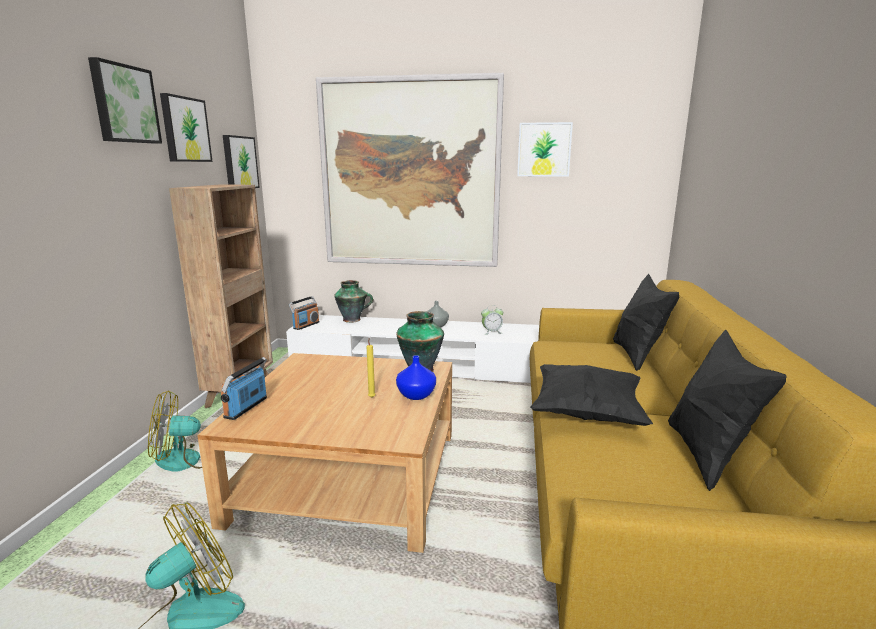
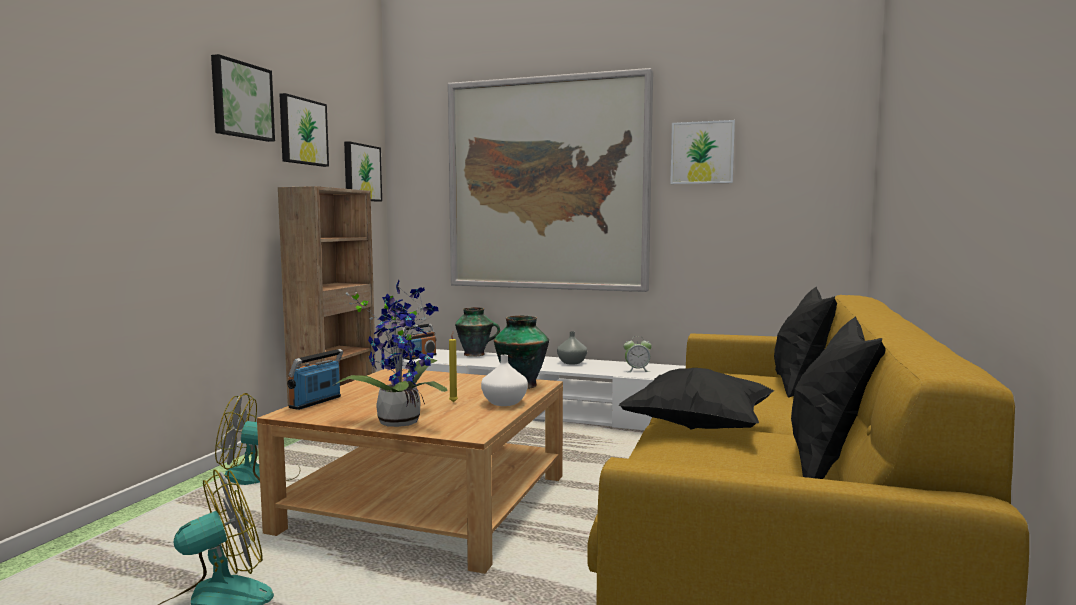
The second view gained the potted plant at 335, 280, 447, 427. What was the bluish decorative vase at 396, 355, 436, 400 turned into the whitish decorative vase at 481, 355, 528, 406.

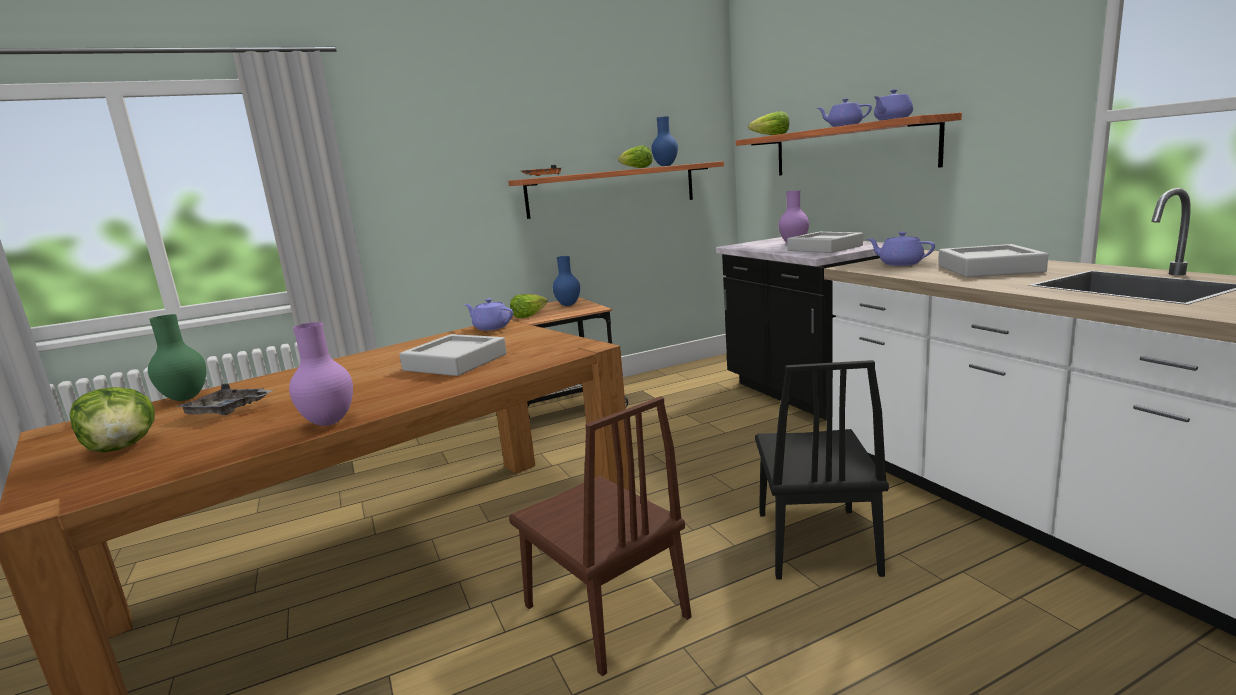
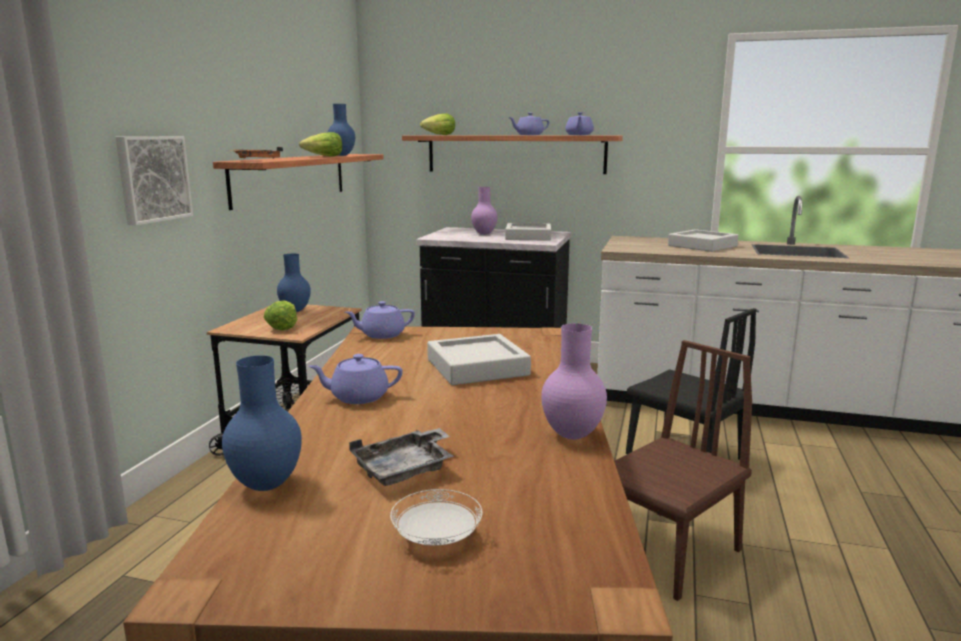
The second view gained the picture at 116, 136, 193, 225. The purple tea pot ended up elsewhere, having gone from 868, 232, 935, 266 to 308, 354, 403, 404. Where the lettuce stood at 69, 387, 155, 453, the whitish plate came to stand at 390, 489, 483, 546. What was the green-coloured decorative vase at 148, 314, 206, 401 turned into the bluish decorative vase at 222, 355, 302, 491. The brownish upright chair at 509, 396, 691, 677 ended up facing another way, 45 degrees counterclockwise from before.

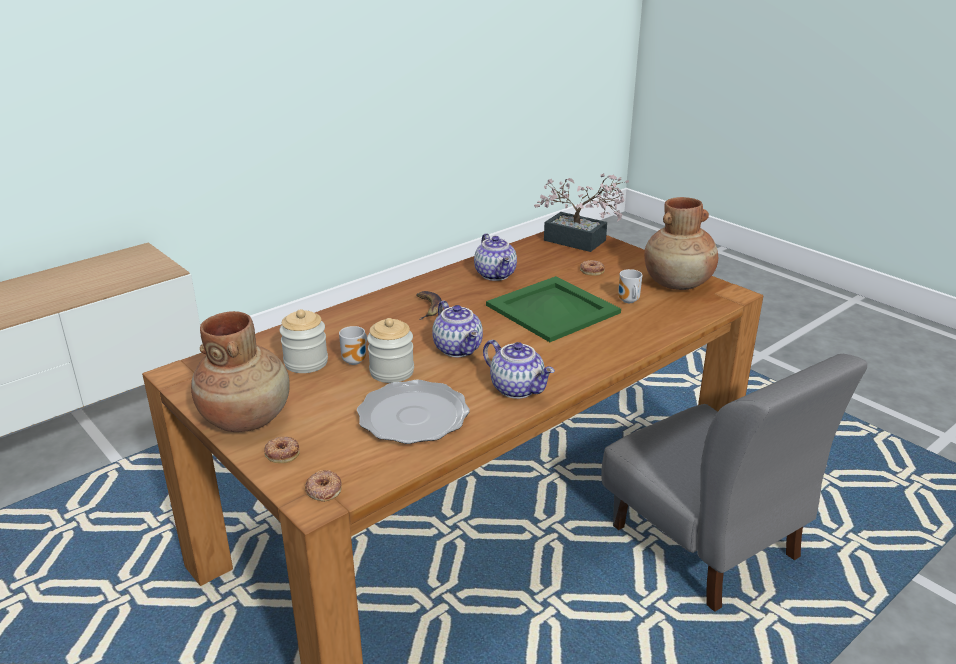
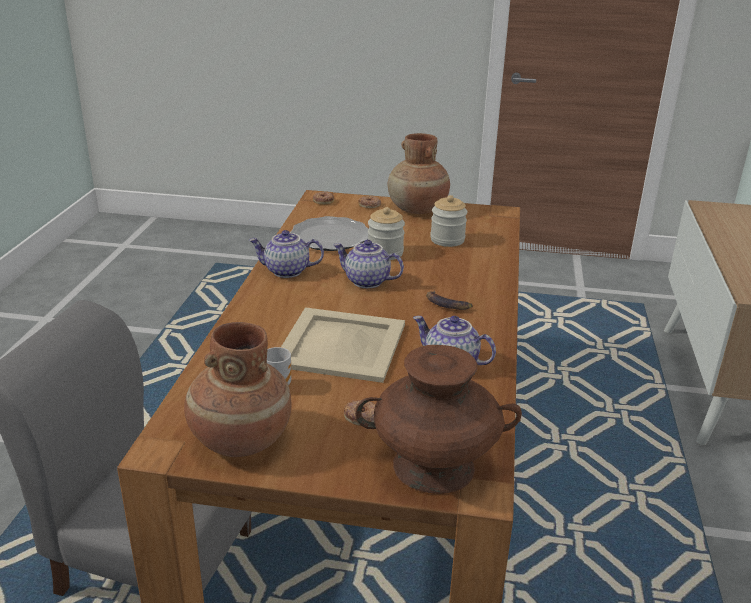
The second view lost the tea mug at 339, 326, 367, 365. Where the potted plant stood at 534, 173, 629, 252, the brownish decorative vase came to stand at 355, 345, 522, 494. What was the green-coloured carrying tray at 486, 276, 621, 342 turned into the beige carrying tray at 281, 307, 405, 383.

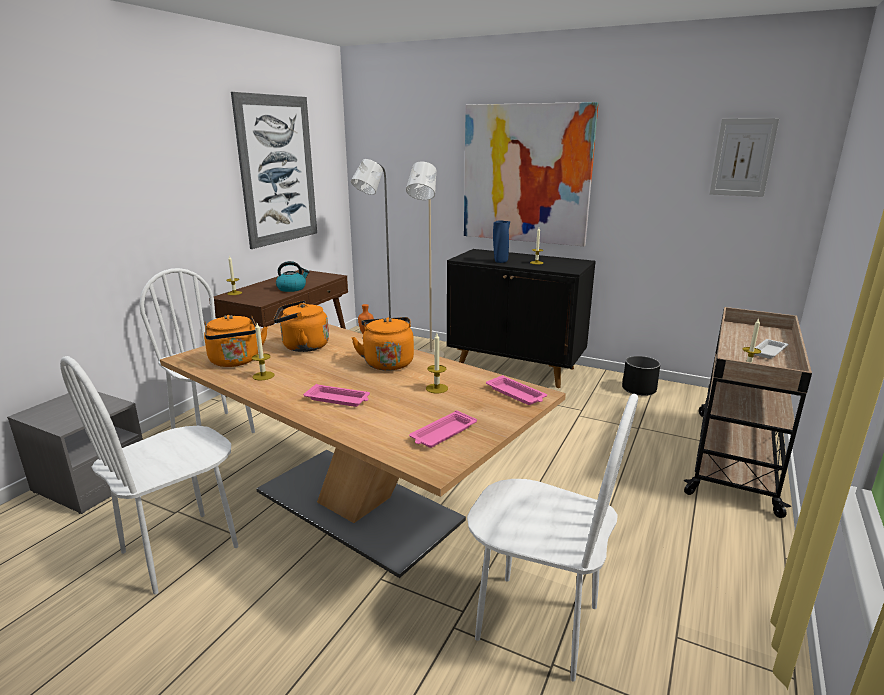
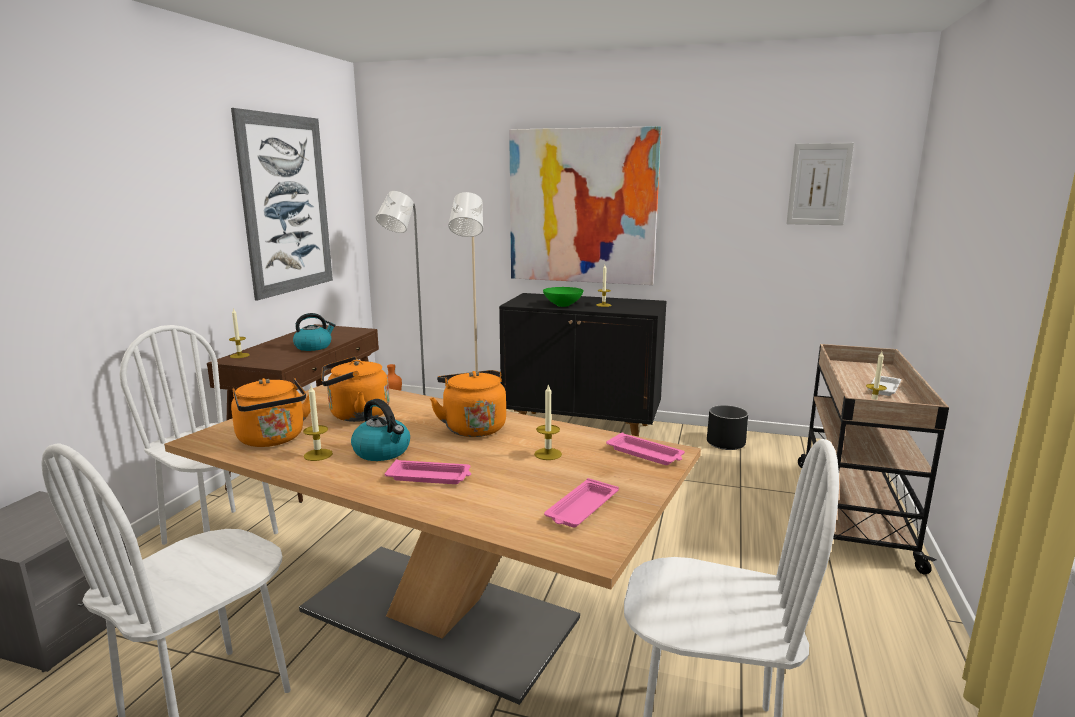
The second view gained the water kettle at 351, 399, 410, 461. Where the bluish decorative vase stood at 493, 220, 510, 263, the green-coloured bowl came to stand at 543, 287, 584, 307.

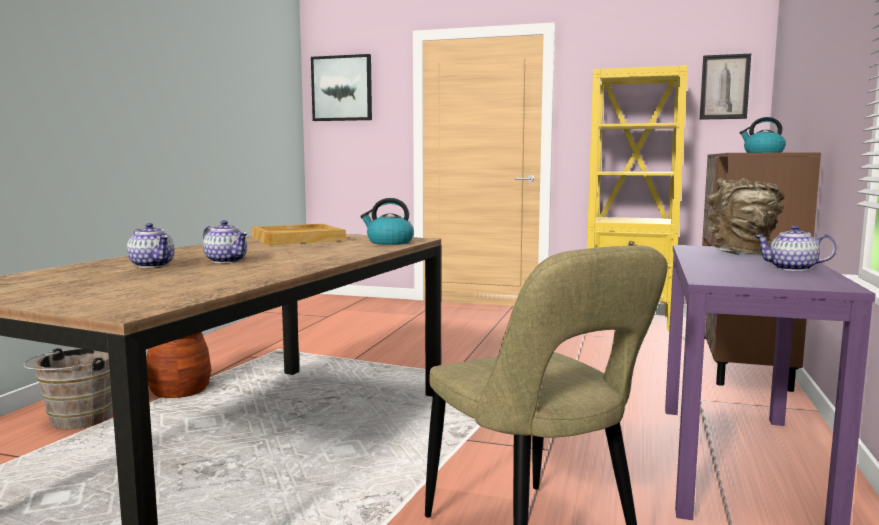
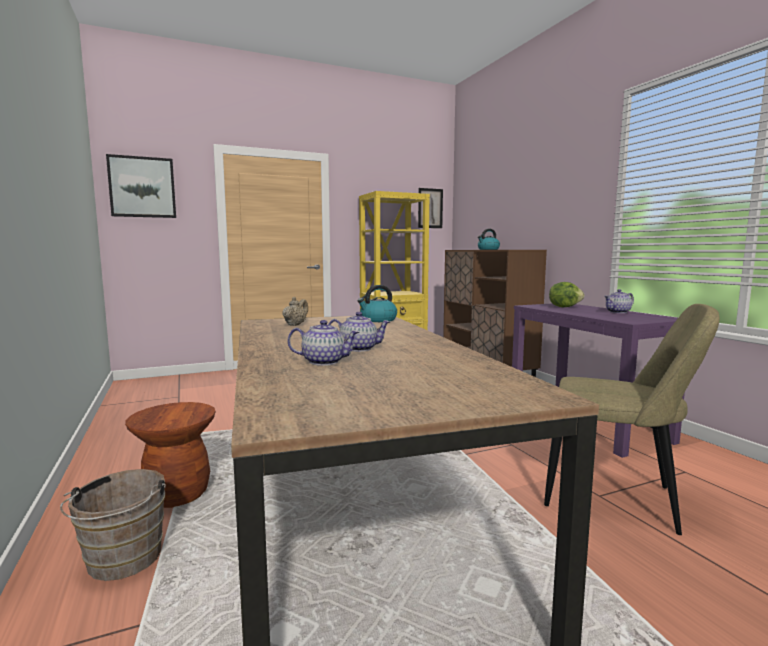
Where the beige carrying tray stood at 251, 224, 346, 245, the beige tea pot came to stand at 282, 297, 308, 326. Where the brownish decorative vase stood at 706, 178, 784, 256, the lettuce came to stand at 549, 282, 585, 307.

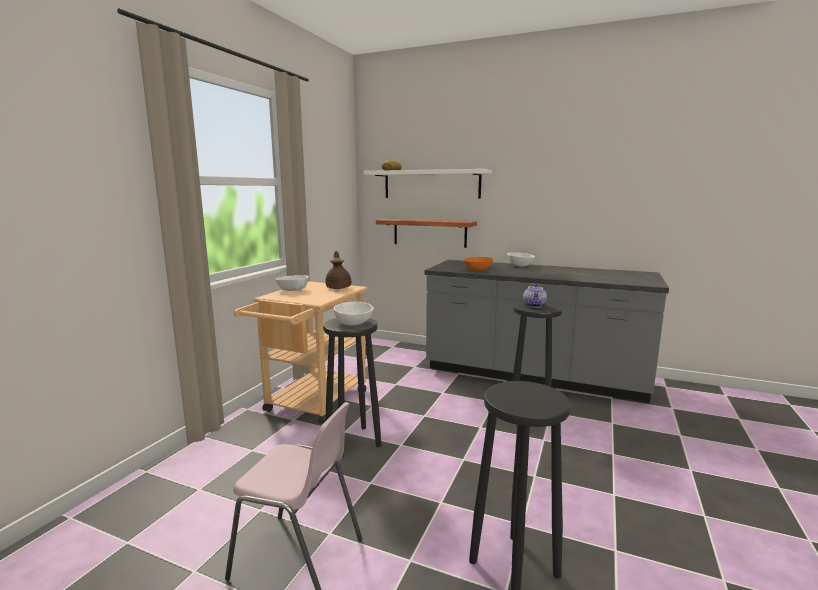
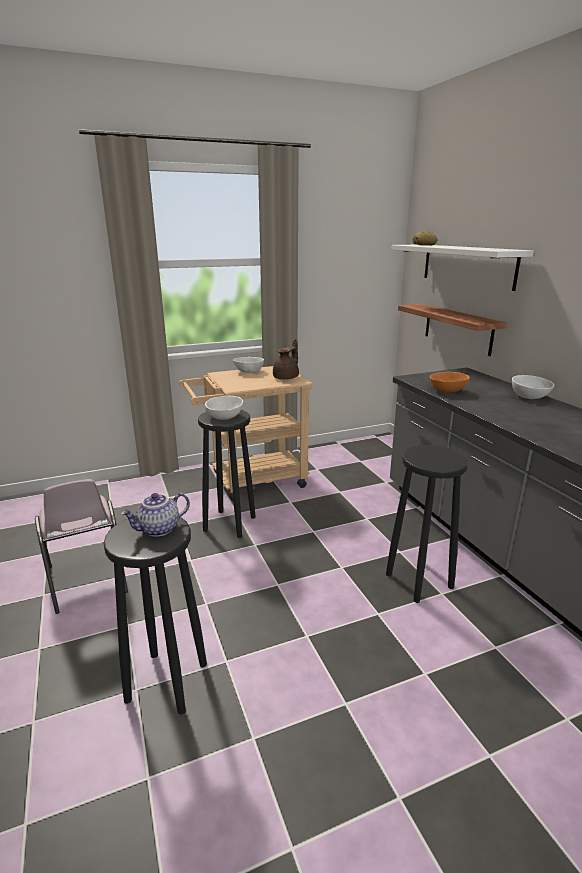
The tea pot ended up elsewhere, having gone from 523, 283, 547, 308 to 121, 493, 190, 537.

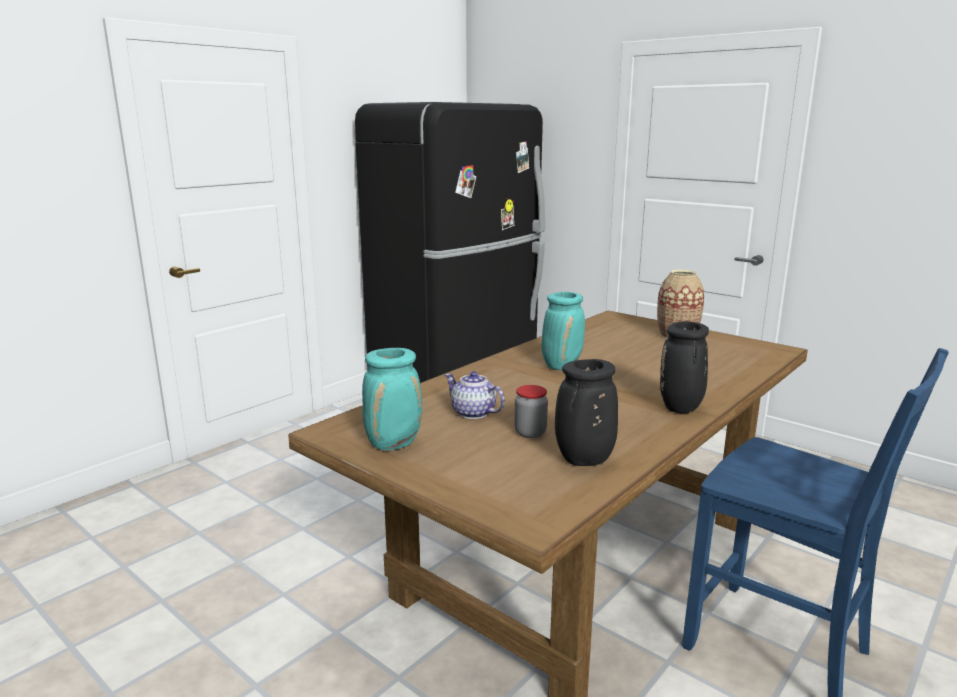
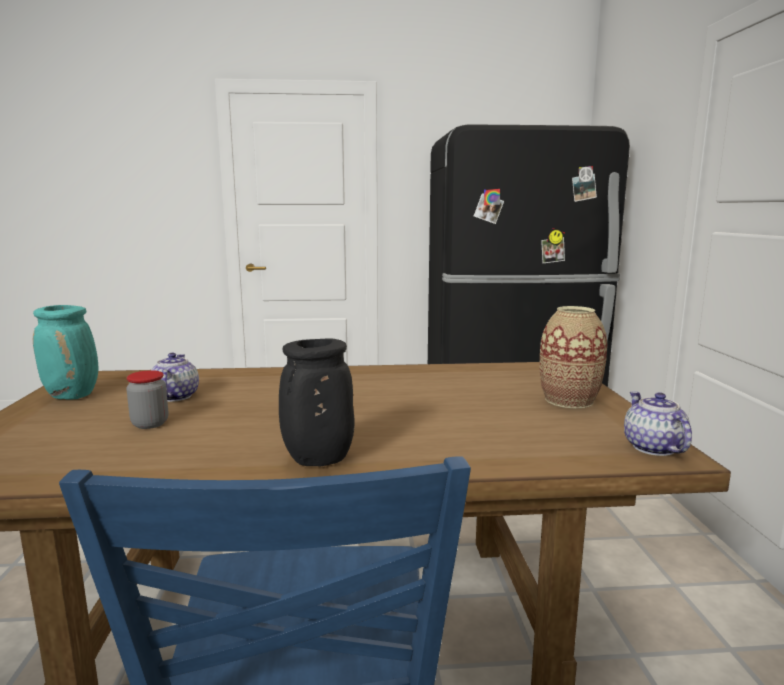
The second view lost the turquoise-coloured decorative vase at 542, 292, 585, 370. The second view lost the black-coloured decorative vase at 555, 359, 618, 466. The second view gained the tea pot at 624, 392, 692, 456.

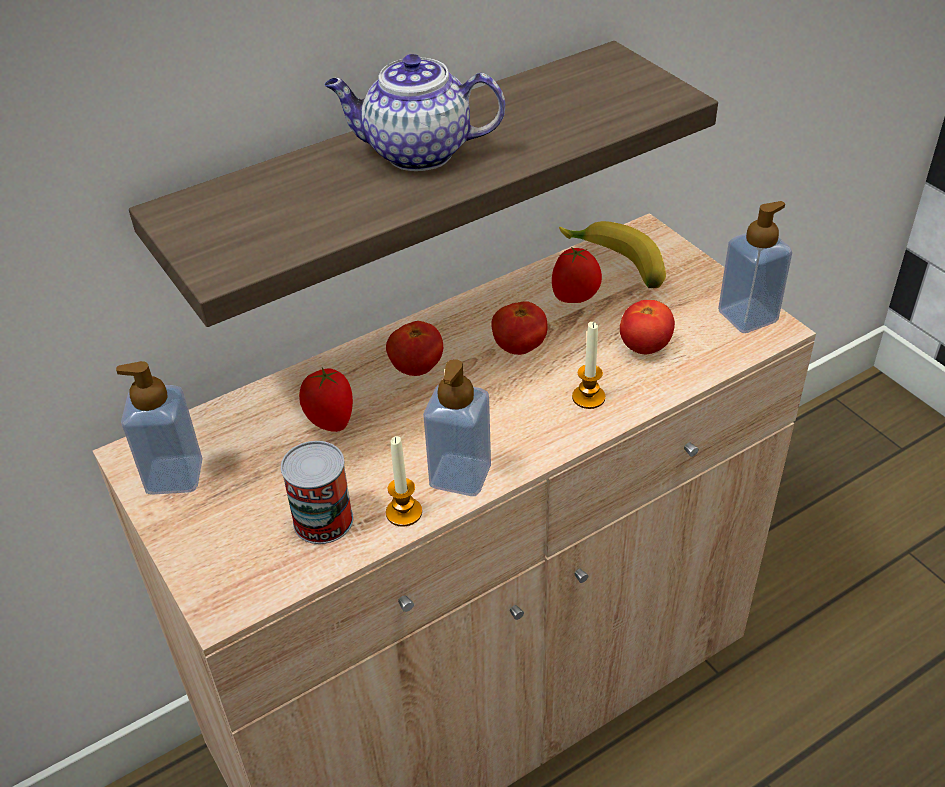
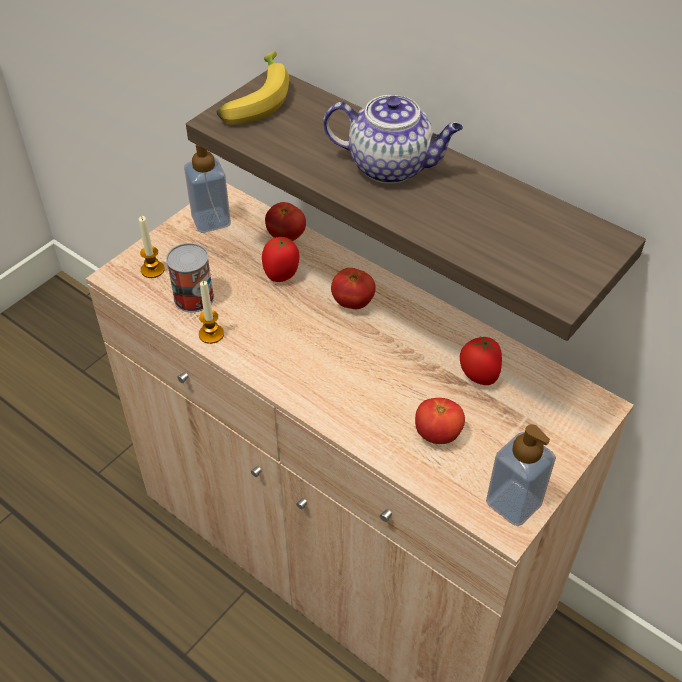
The second view lost the liquid soap bottle at 423, 359, 491, 496. The tomato ended up elsewhere, having gone from 491, 301, 548, 355 to 265, 202, 306, 241. The banana ended up elsewhere, having gone from 559, 221, 666, 288 to 216, 51, 289, 125. The wax light ended up elsewhere, having gone from 572, 322, 605, 409 to 139, 216, 165, 278. The tea pot at 324, 54, 505, 171 ended up facing another way, 120 degrees clockwise from before.

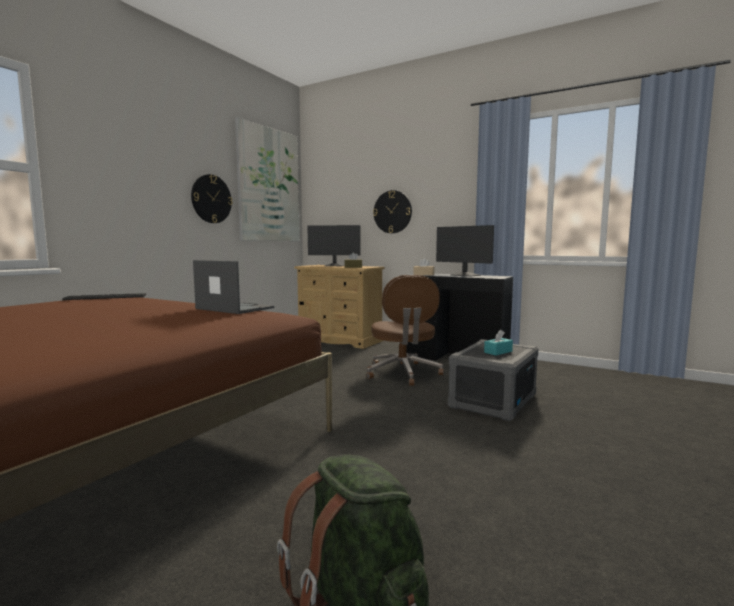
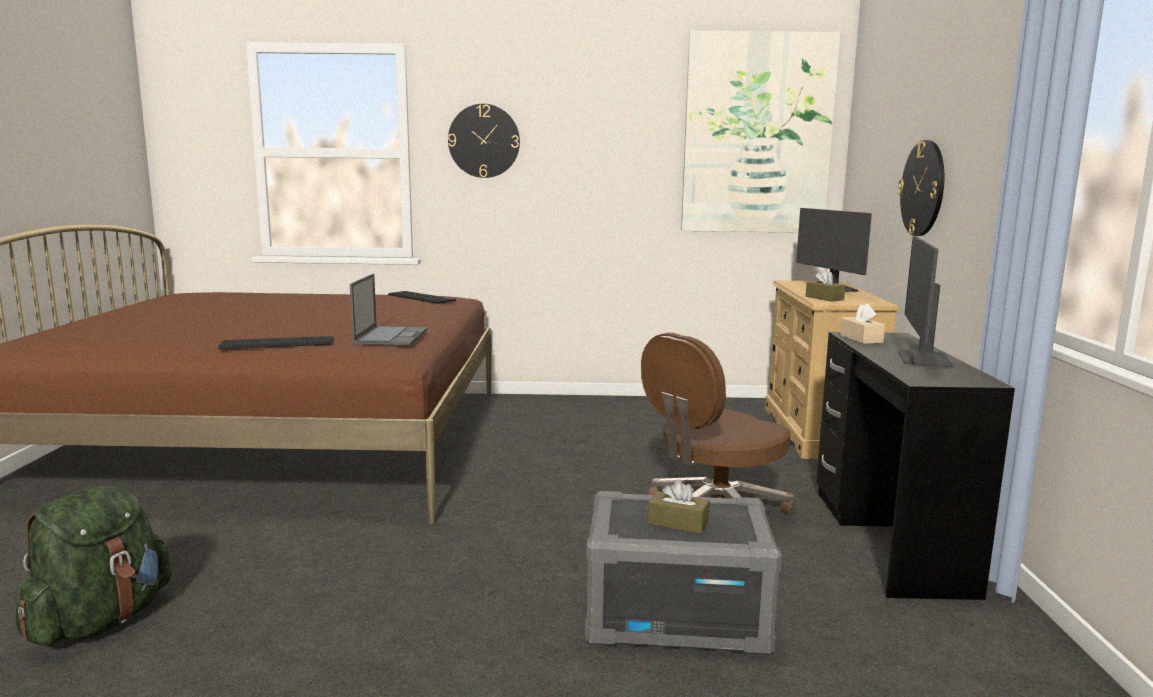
The second view gained the computer keyboard at 218, 336, 334, 349. The hanging clock ended up elsewhere, having gone from 191, 174, 233, 223 to 448, 104, 520, 178. What was the turquoise-coloured tissue box at 484, 330, 513, 355 turned into the brownish tissue box at 648, 479, 710, 534.

